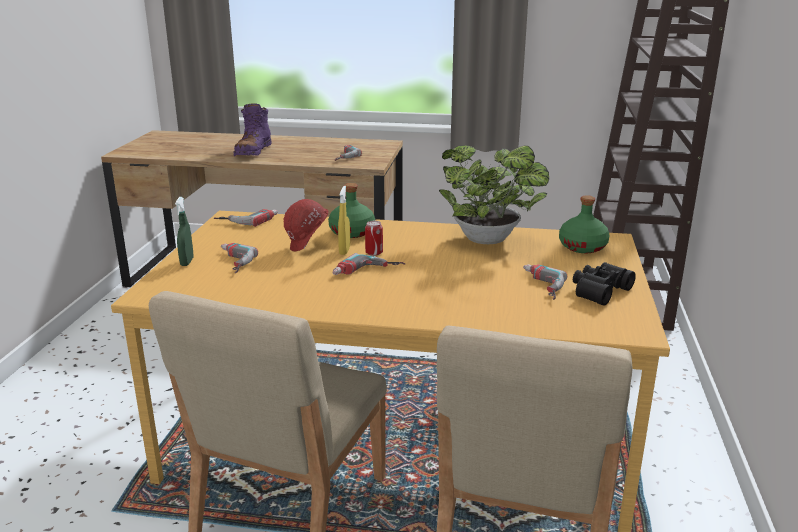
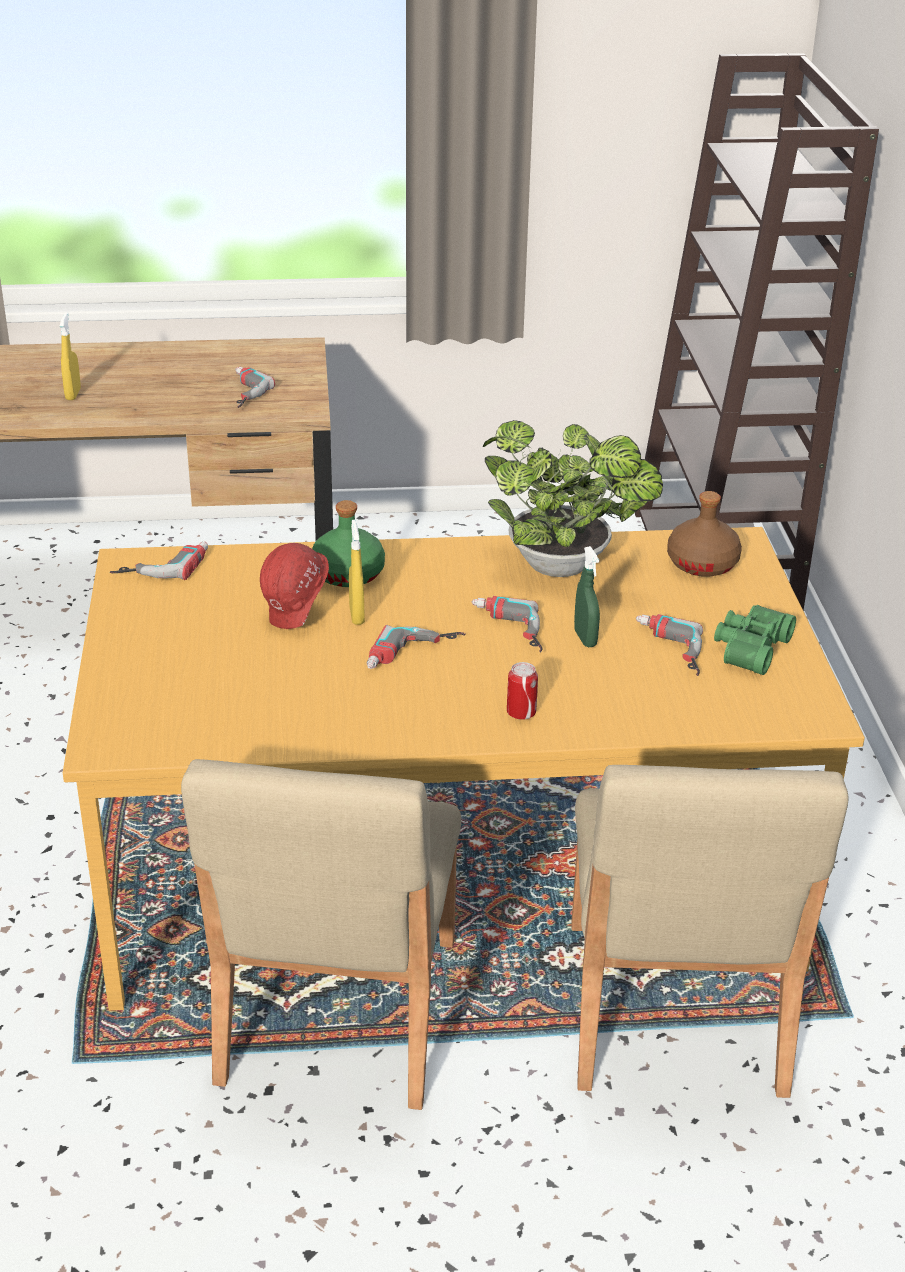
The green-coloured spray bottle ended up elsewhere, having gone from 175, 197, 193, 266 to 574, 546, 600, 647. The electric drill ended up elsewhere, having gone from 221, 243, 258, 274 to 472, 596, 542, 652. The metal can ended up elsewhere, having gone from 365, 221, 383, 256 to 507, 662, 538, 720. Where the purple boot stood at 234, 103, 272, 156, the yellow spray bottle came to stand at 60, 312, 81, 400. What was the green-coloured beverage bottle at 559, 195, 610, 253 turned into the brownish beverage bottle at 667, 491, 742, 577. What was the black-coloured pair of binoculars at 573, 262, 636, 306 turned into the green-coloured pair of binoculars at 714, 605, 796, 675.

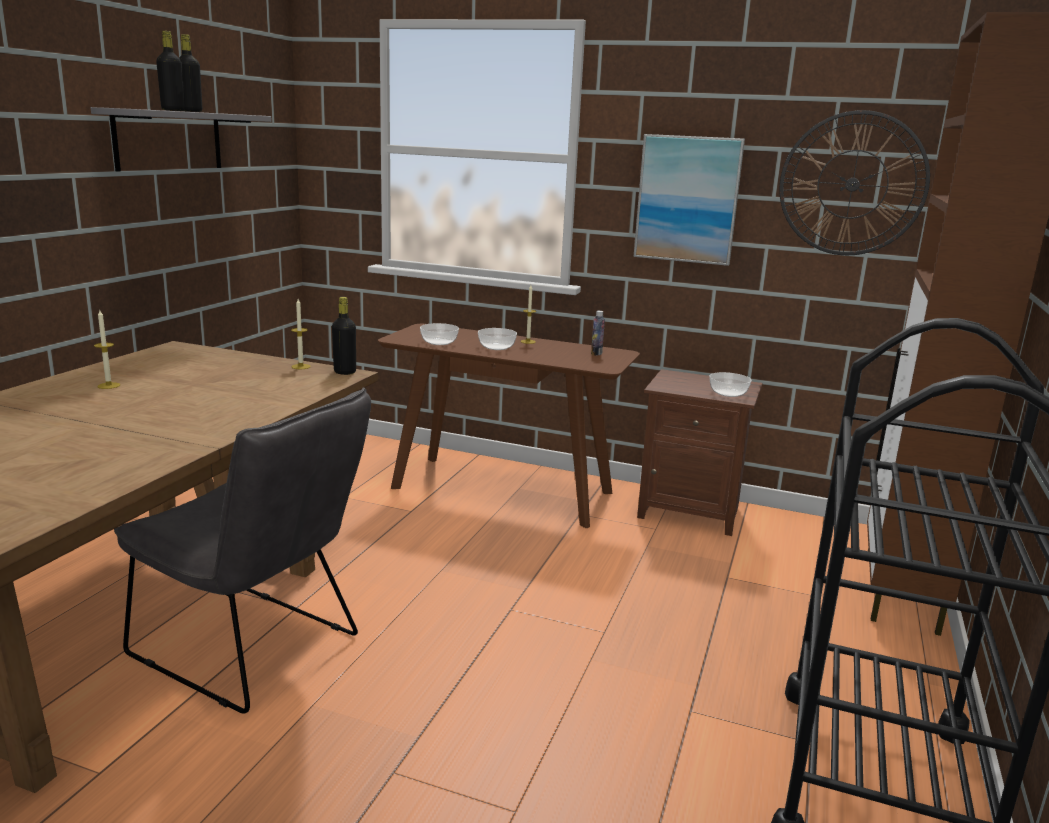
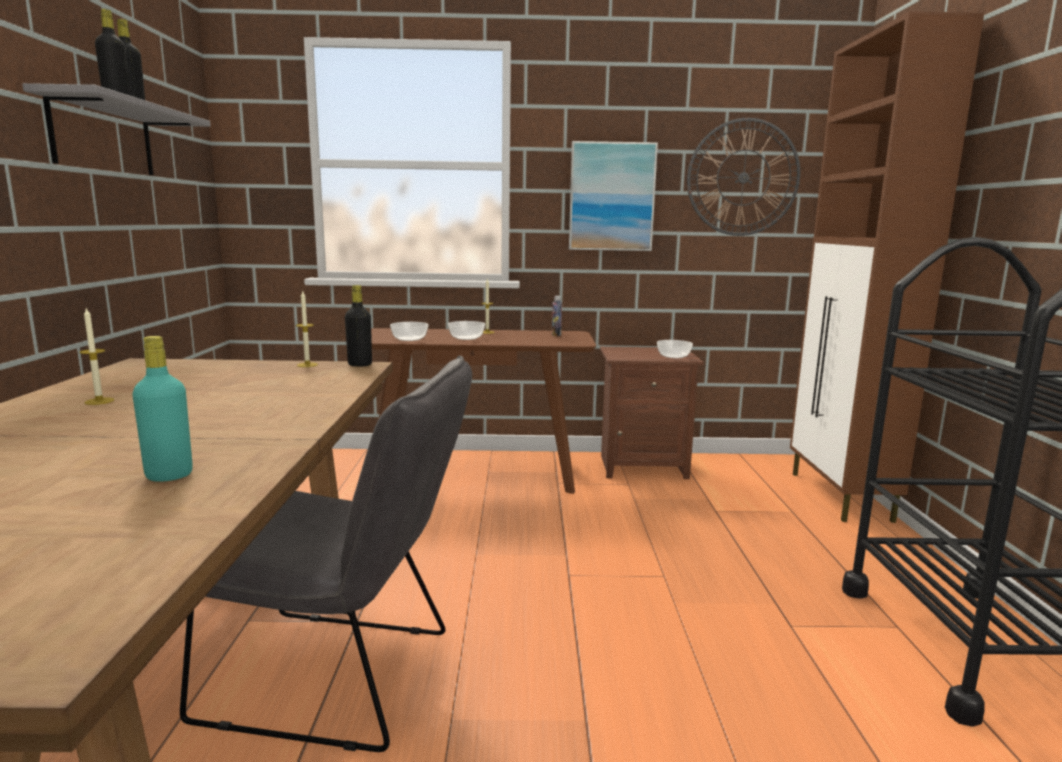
The second view gained the turquoise-coloured beverage bottle at 132, 336, 193, 482.

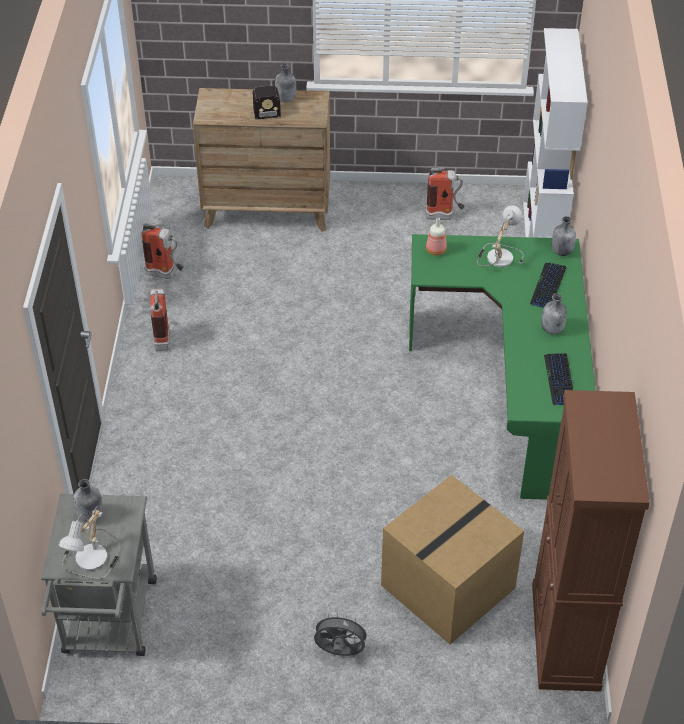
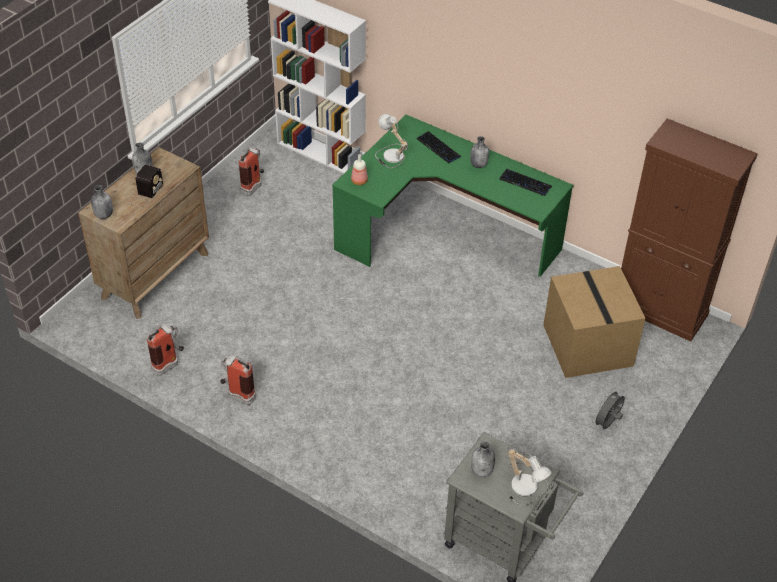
The gray beverage bottle ended up elsewhere, having gone from 552, 216, 576, 256 to 91, 185, 113, 219.

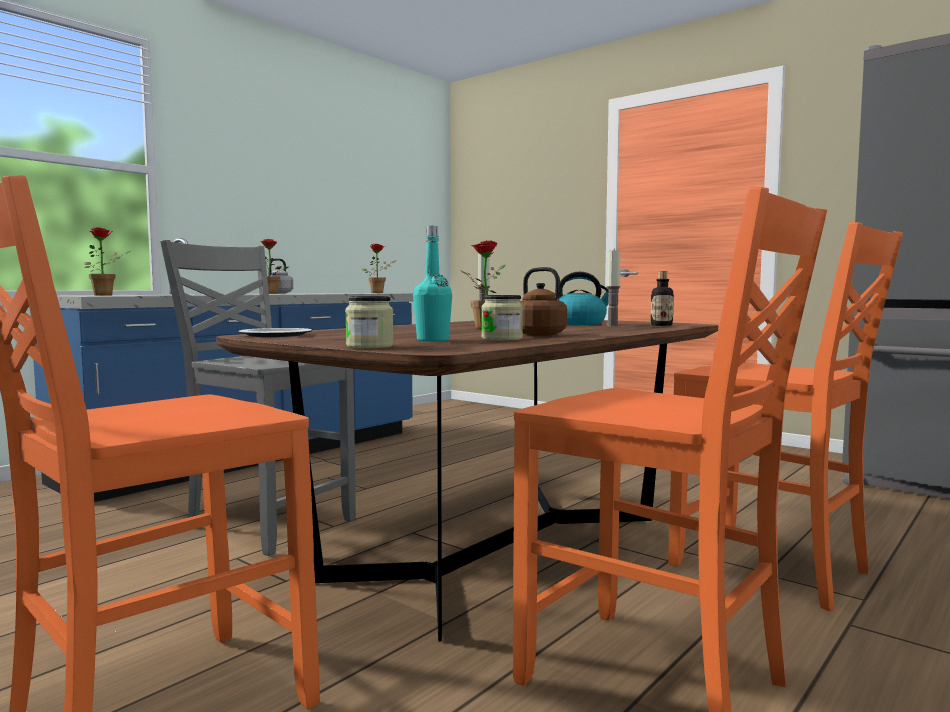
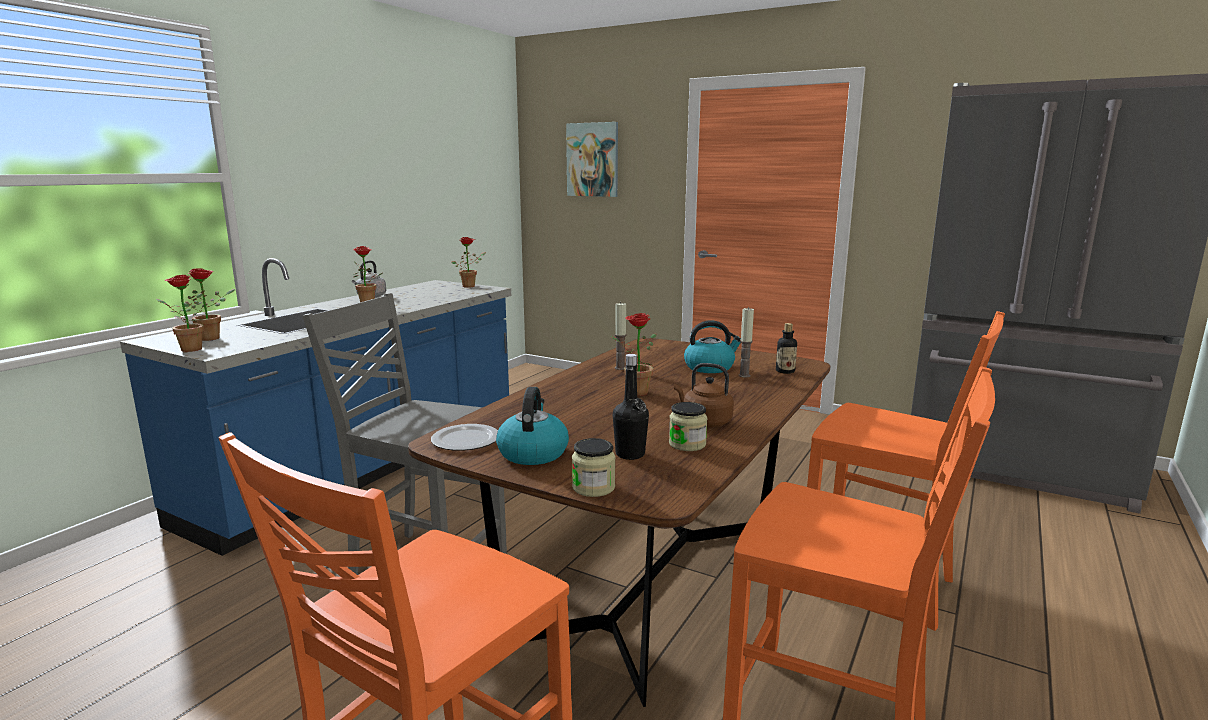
The second view gained the potted plant at 156, 275, 204, 352. The second view gained the water kettle at 496, 387, 569, 465. The second view gained the picture at 566, 122, 618, 197. What was the turquoise-coloured beverage bottle at 413, 226, 452, 341 turned into the black-coloured beverage bottle at 613, 354, 649, 460.

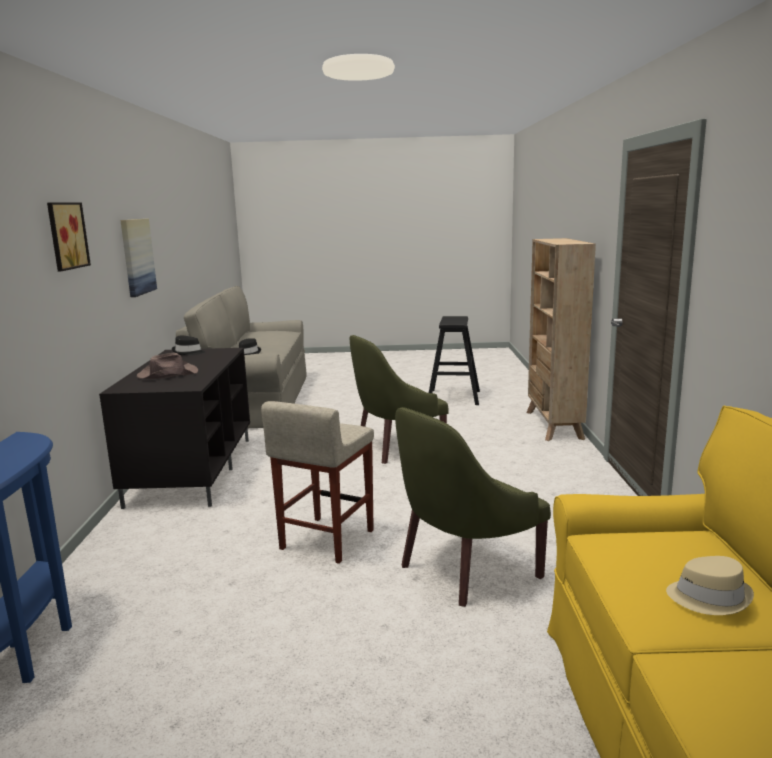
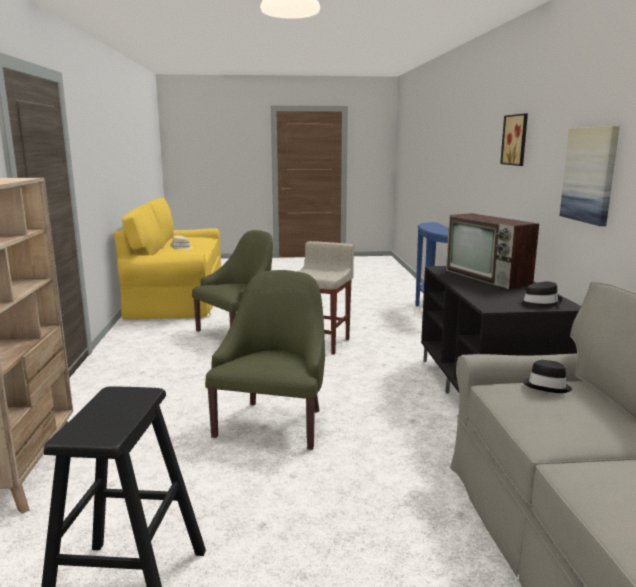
Where the brownish wearable hat stood at 137, 353, 198, 379, the TV set came to stand at 446, 213, 539, 289. The green-coloured easy chair at 350, 335, 449, 464 ended up facing another way, 45 degrees counterclockwise from before.

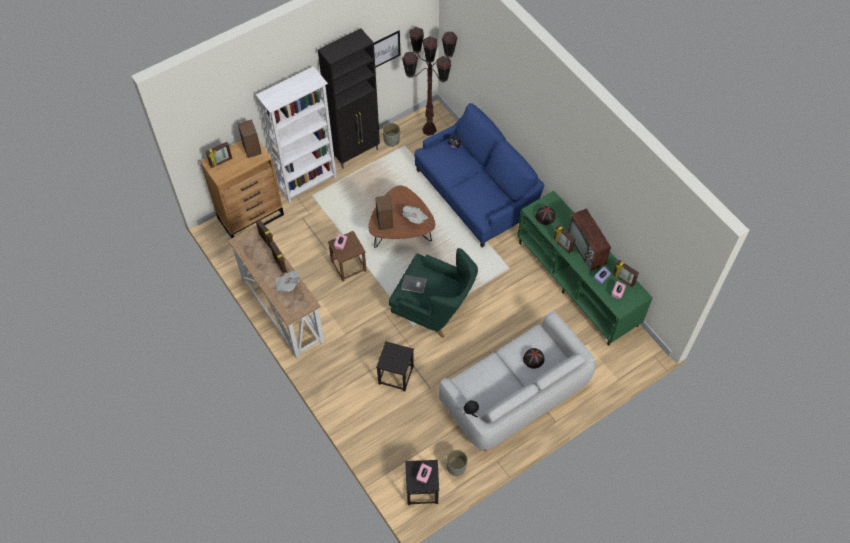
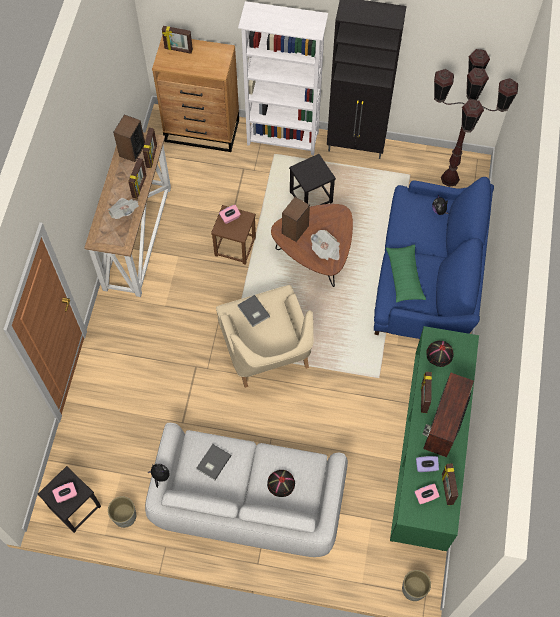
The second view lost the picture at 374, 30, 400, 68. The second view gained the gray volume at 196, 444, 232, 480. The second view gained the green-coloured cushion at 386, 245, 426, 303. The loudspeaker ended up elsewhere, having gone from 238, 120, 262, 158 to 113, 115, 145, 162. The black-coloured stool ended up elsewhere, having gone from 376, 341, 414, 391 to 289, 154, 336, 205. The gray plant pot ended up elsewhere, having gone from 382, 123, 400, 147 to 402, 570, 431, 601. What was the green-coloured easy chair at 389, 248, 478, 338 turned into the beige easy chair at 216, 285, 314, 388.

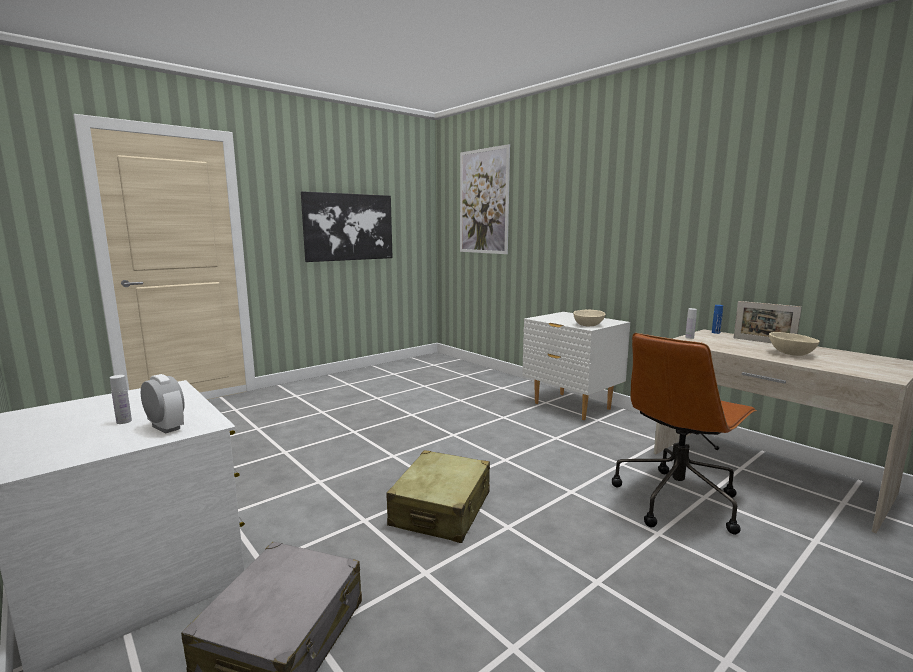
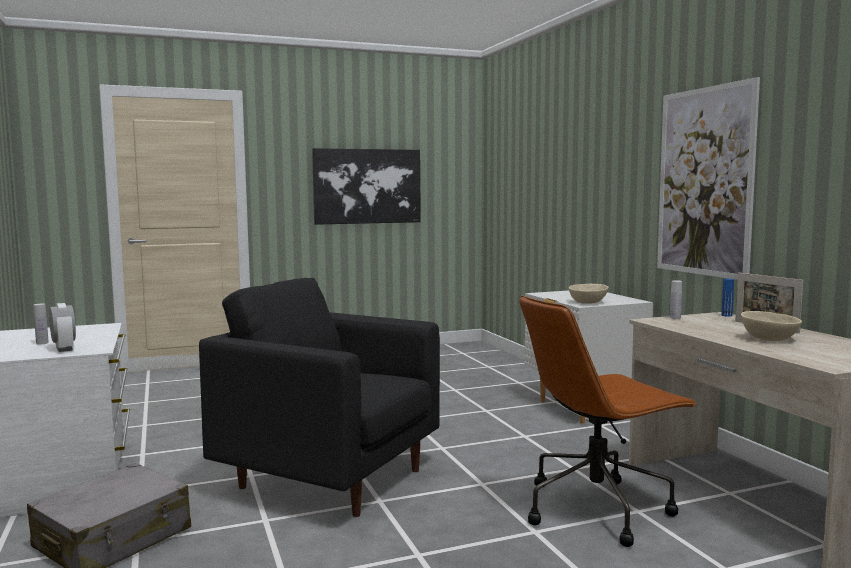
The picture ended up elsewhere, having gone from 460, 144, 510, 254 to 657, 77, 760, 280. Where the beige travel case stood at 387, 450, 490, 543, the black-coloured easy chair came to stand at 199, 278, 440, 517.

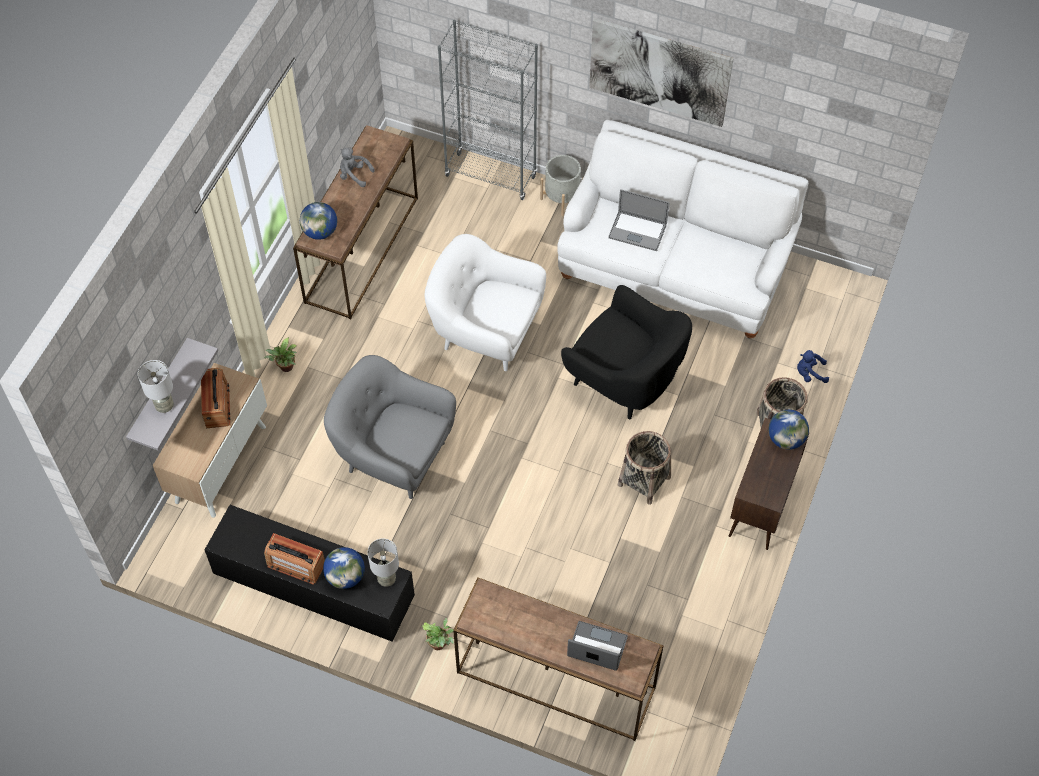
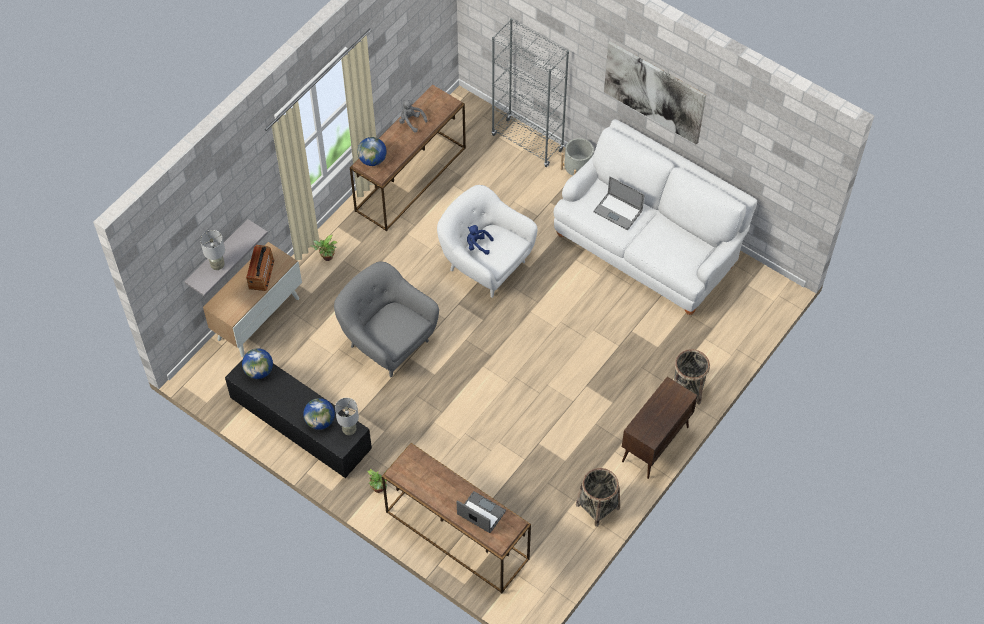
The second view lost the radio at 264, 533, 325, 585. The second view lost the black-coloured easy chair at 561, 285, 692, 419. The storage basket ended up elsewhere, having gone from 618, 431, 671, 505 to 576, 468, 620, 527. The desk globe ended up elsewhere, having gone from 769, 410, 809, 450 to 242, 348, 273, 379. The bluish soft toy ended up elsewhere, having gone from 797, 350, 829, 383 to 467, 225, 494, 255.

